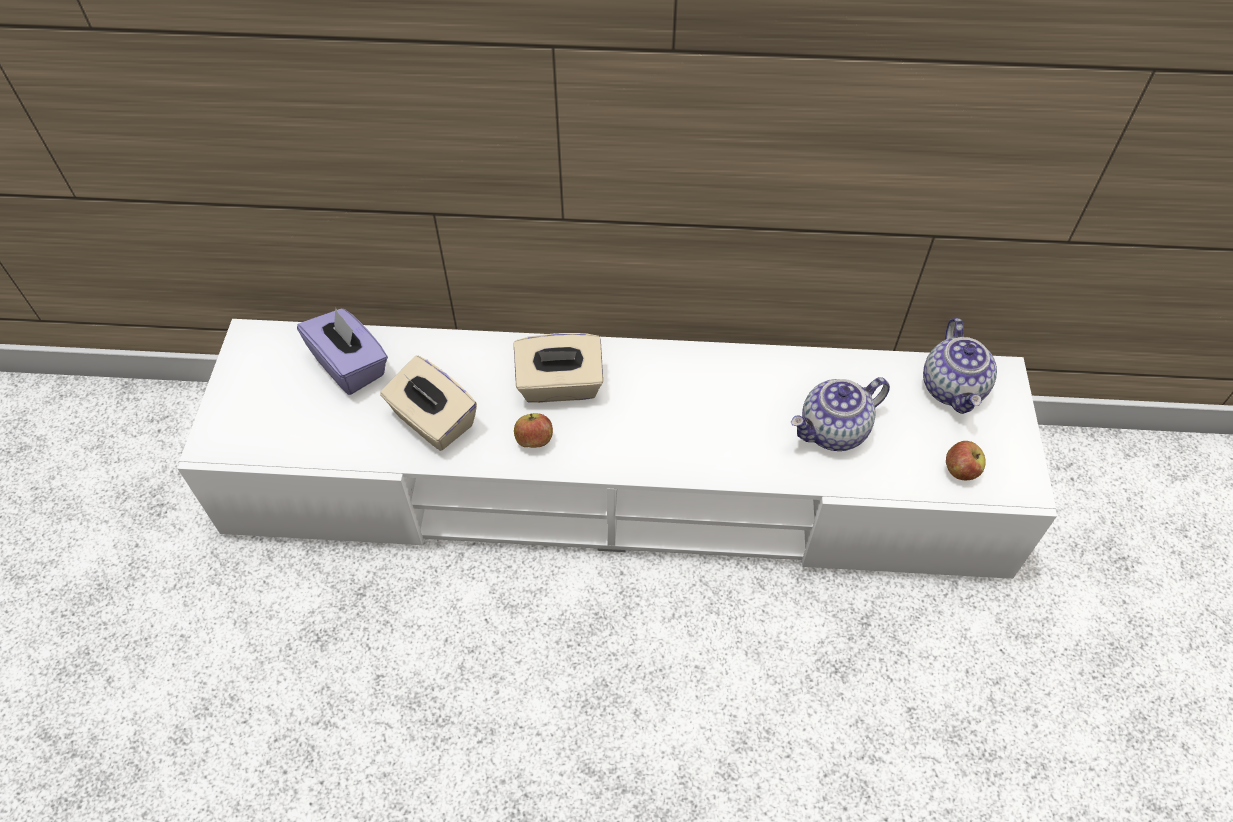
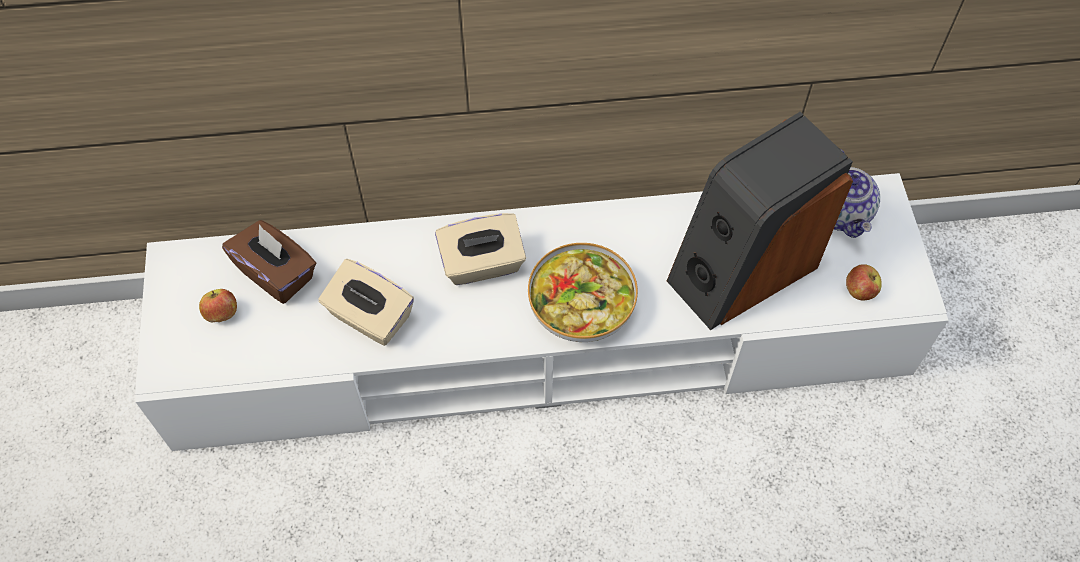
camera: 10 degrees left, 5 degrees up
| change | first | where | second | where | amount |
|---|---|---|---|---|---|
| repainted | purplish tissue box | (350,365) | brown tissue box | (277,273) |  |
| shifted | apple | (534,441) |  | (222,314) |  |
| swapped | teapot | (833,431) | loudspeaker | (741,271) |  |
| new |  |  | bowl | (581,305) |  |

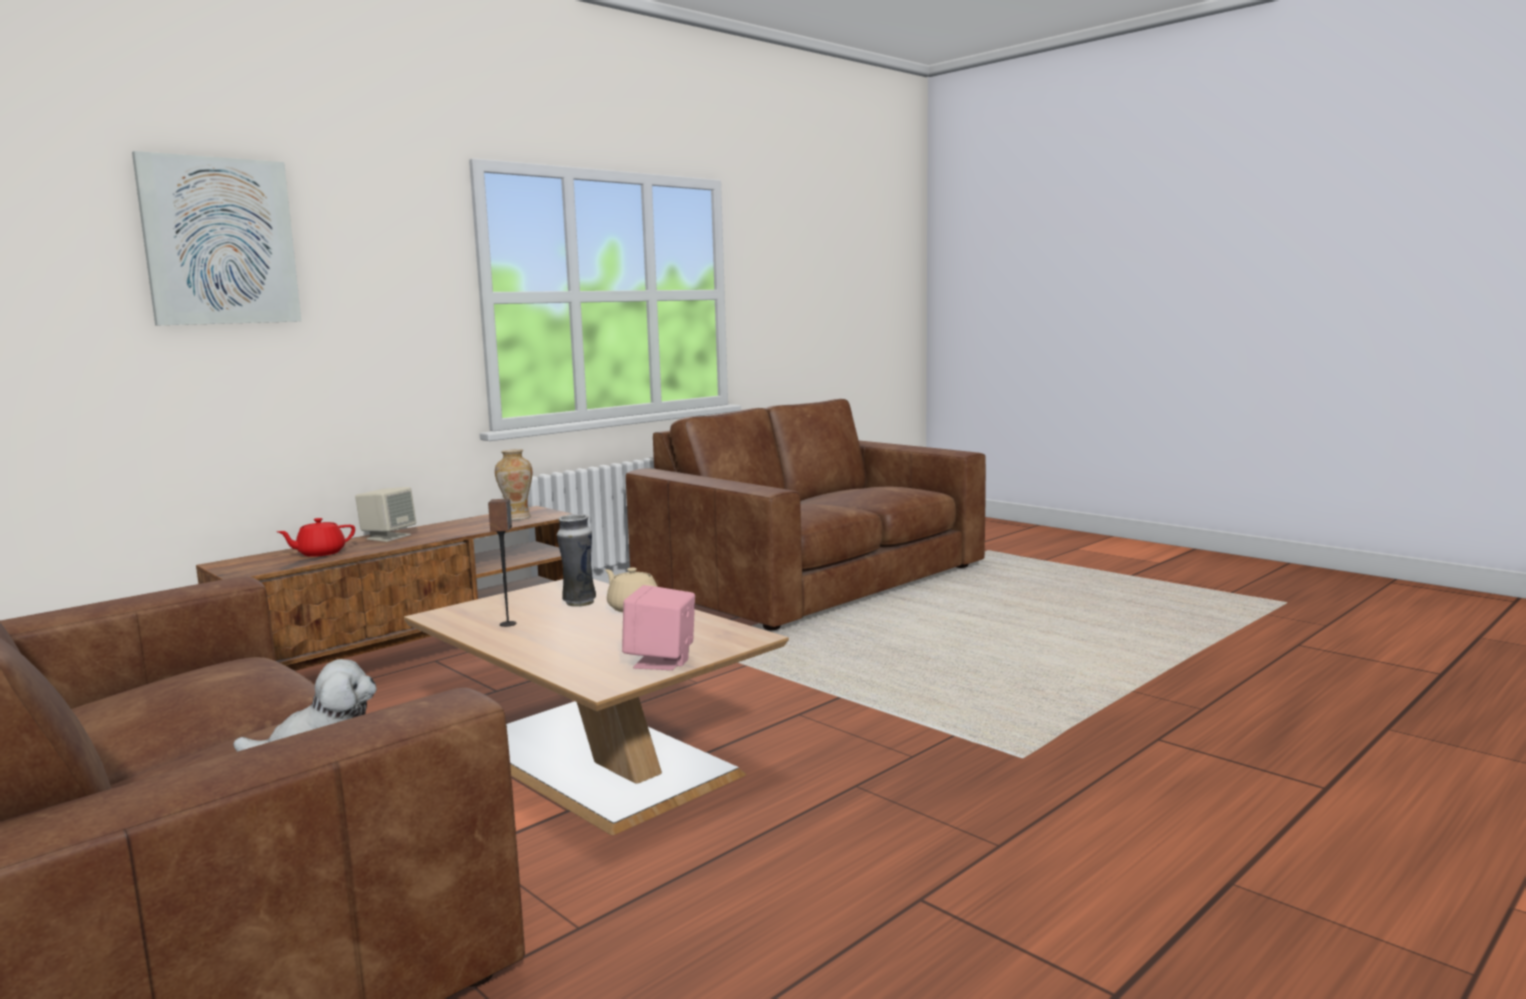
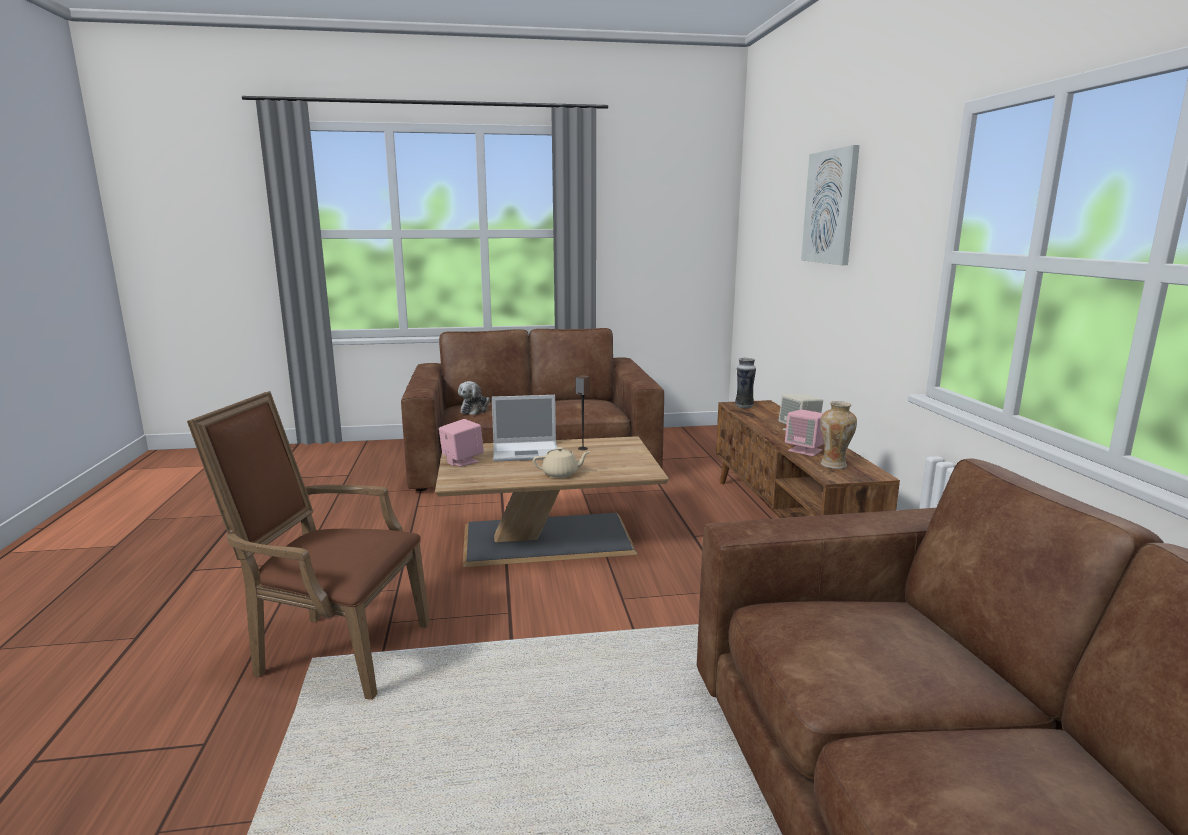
camera: 125 degrees right, 5 degrees up
| change | first | where | second | where | amount |
|---|---|---|---|---|---|
| gone | red teapot | (320,553) |  |  |  |
| shifted | vase | (578,603) |  | (744,406) |  |
| new |  |  | brown easy chair | (333,650) |  |
| new |  |  | laptop | (527,451) |  |
| new |  |  | pink loudspeaker | (805,450) |  |

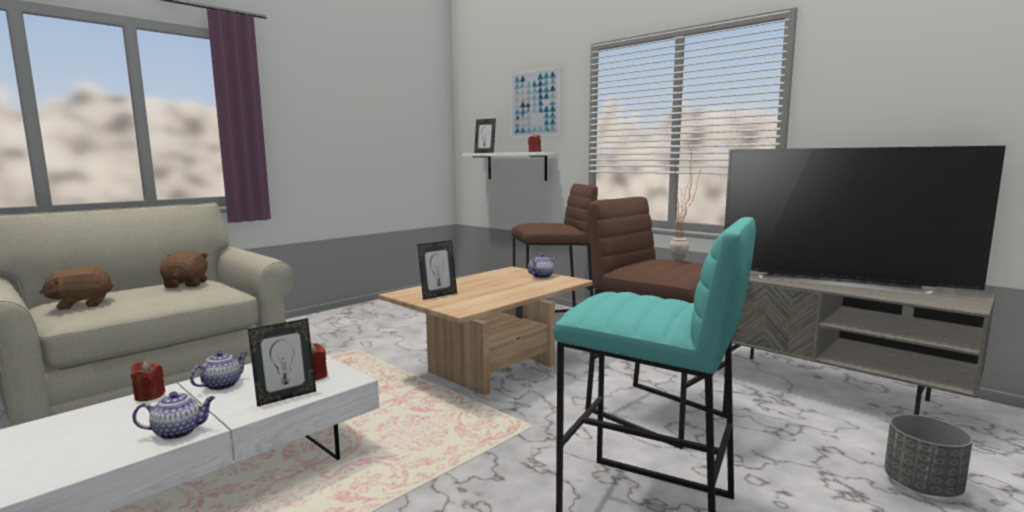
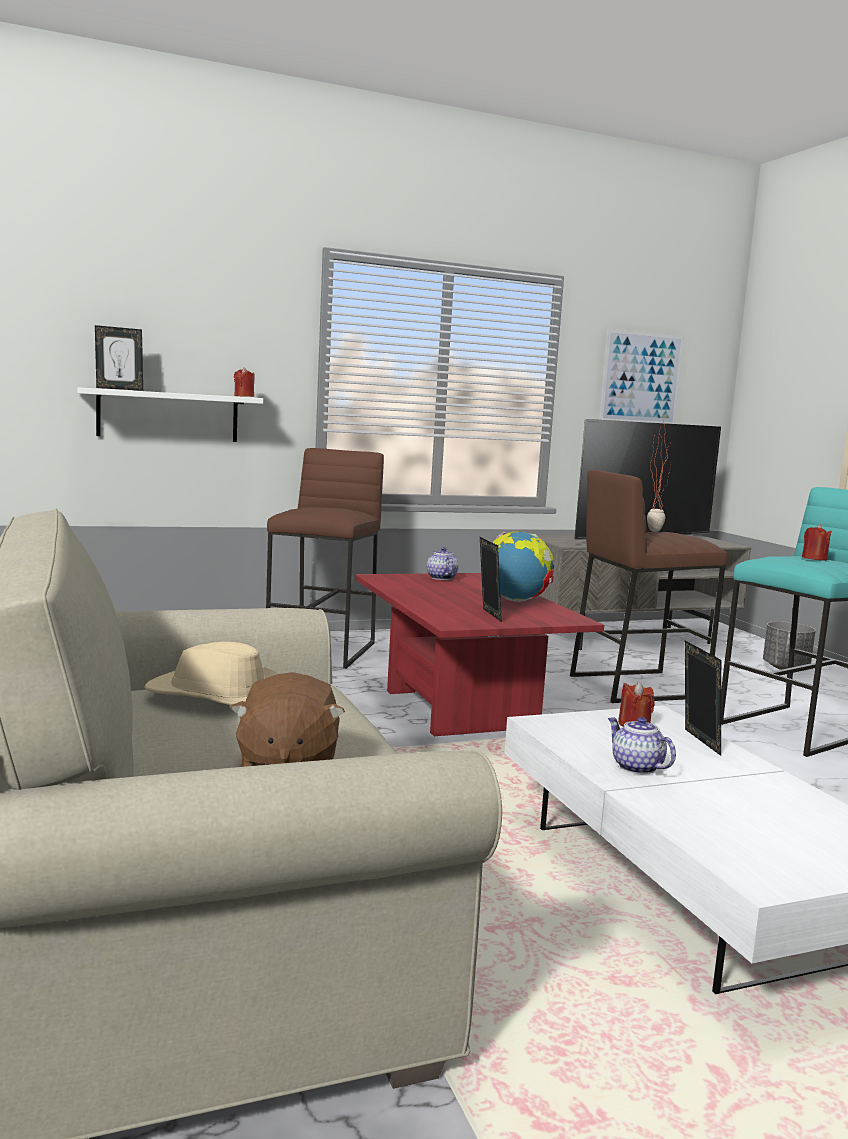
camera: 65 degrees left, 0 degrees up
| change | first | where | second | where | amount |
|---|---|---|---|---|---|
| shifted | red candle | (149,396) |  | (814,558) |  |
| gone | teapot | (179,432) |  |  |  |
| swapped | brown plush toy | (187,284) | beige wearable hat | (217,695) |  |
| repainted | beige lounge table | (492,368) | red lounge table | (460,708) |  |
| shifted | wall picture | (535,103) |  | (641,378) |  |
| new |  |  | world globe | (516,600) |  |

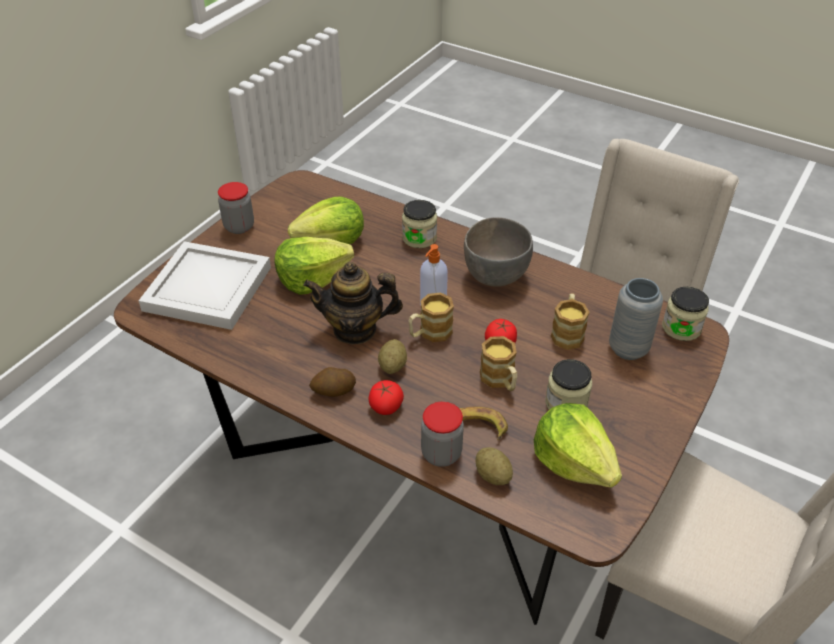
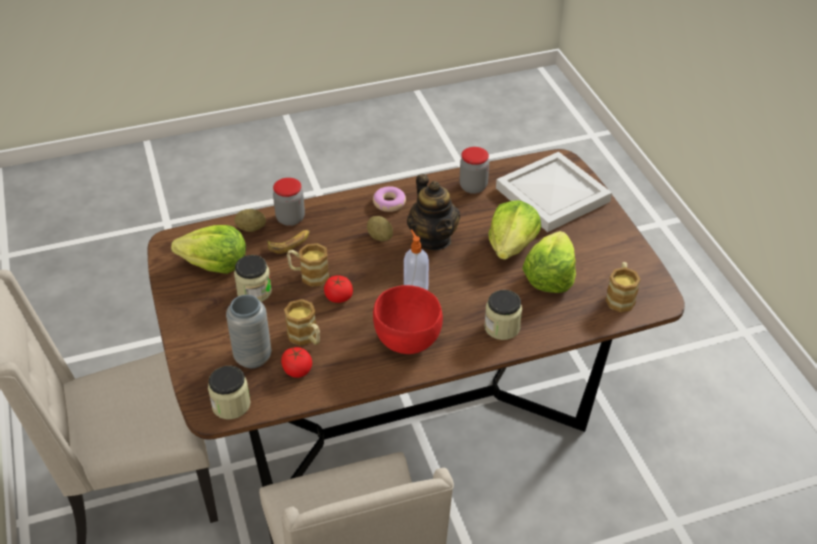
camera: 130 degrees right, 0 degrees up
| change | first | where | second | where | amount |
|---|---|---|---|---|---|
| shifted | storage jar | (239,227) |  | (473,187) |  |
| rotated | teapot | (355,329) |  | (433,238) | 120 degrees clockwise |
| swapped | whole potato | (333,391) | donut | (389,203) |  |
| shifted | fresh tomato | (386,406) |  | (297,370) |  |
| shifted | coffee mug | (430,333) |  | (620,296) |  |
| repainted | grey bowl | (495,275) | red bowl | (408,342) |  |

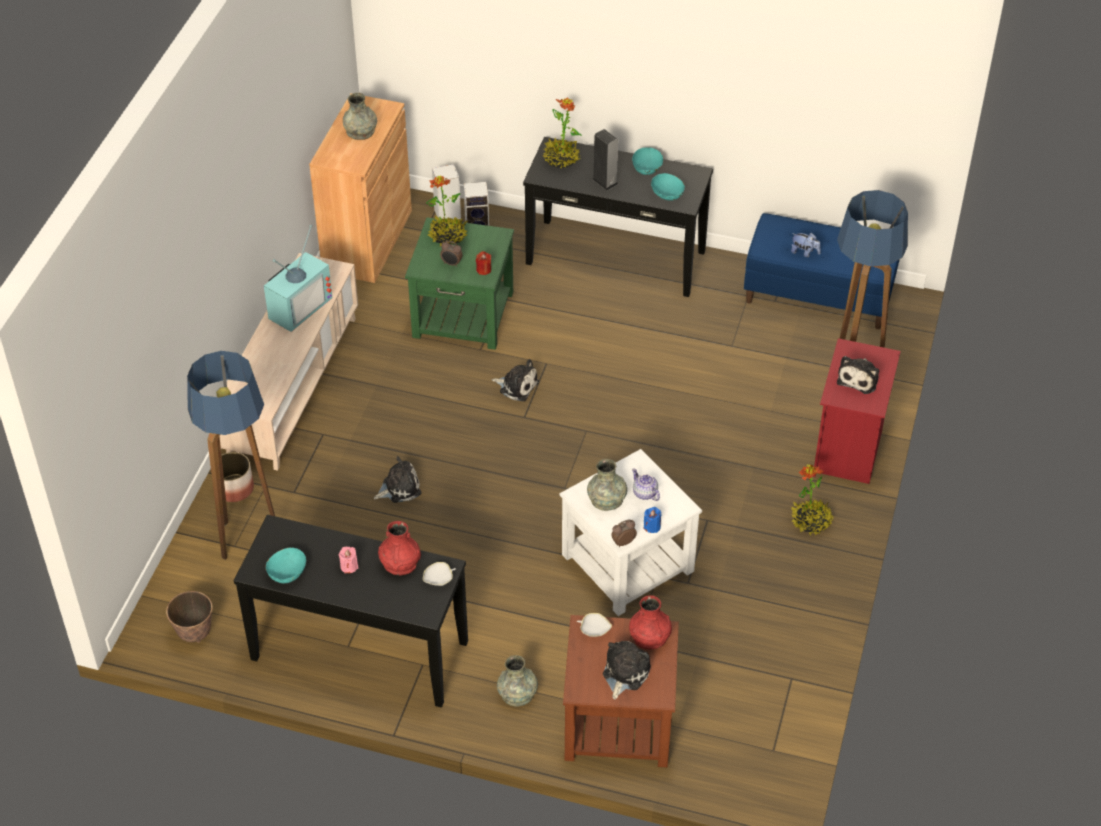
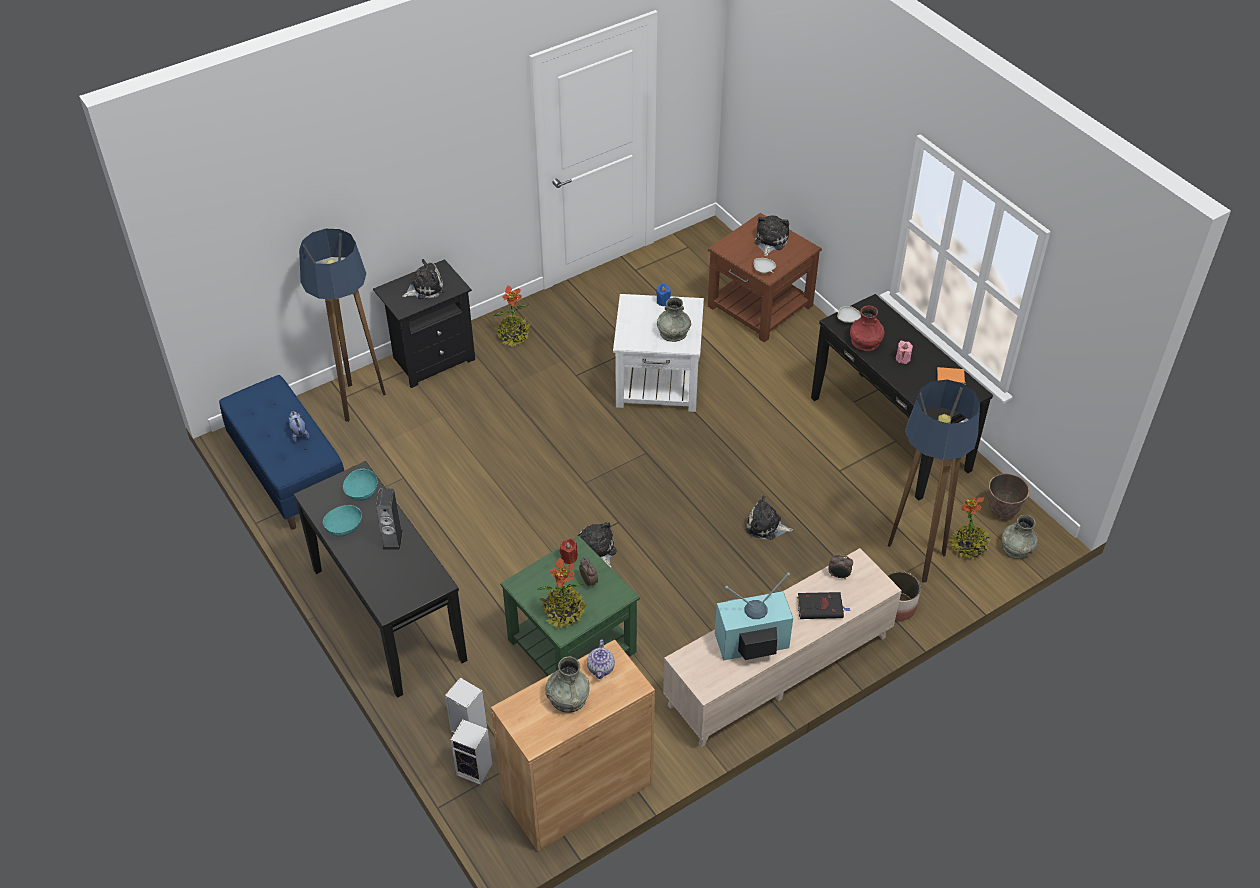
camera: 140 degrees left, 0 degrees up
| change | first | where | second | where | amount |
|---|---|---|---|---|---|
| swapped | turquoise bowl | (287,573) | orange-coloured volume | (950,378) |  |
| shifted | grey vase | (517,693) |  | (1016,548) |  |
| shifted | plant in a pot | (561,160) |  | (968,546) |  |
| rotated | plush toy | (624,673) |  | (770,241) | 135 degrees clockwise |
| shifted | table clock | (623,542) |  | (838,576) |  |
| gone | red vase | (650,637) |  |  |  |
| shifted | teapot | (644,493) |  | (601,668) |  |
| repainted | red nightstand | (848,452) | black-coloured nightstand | (432,359) |  |
| new |  |  | black-coloured volume | (821,608) |  |

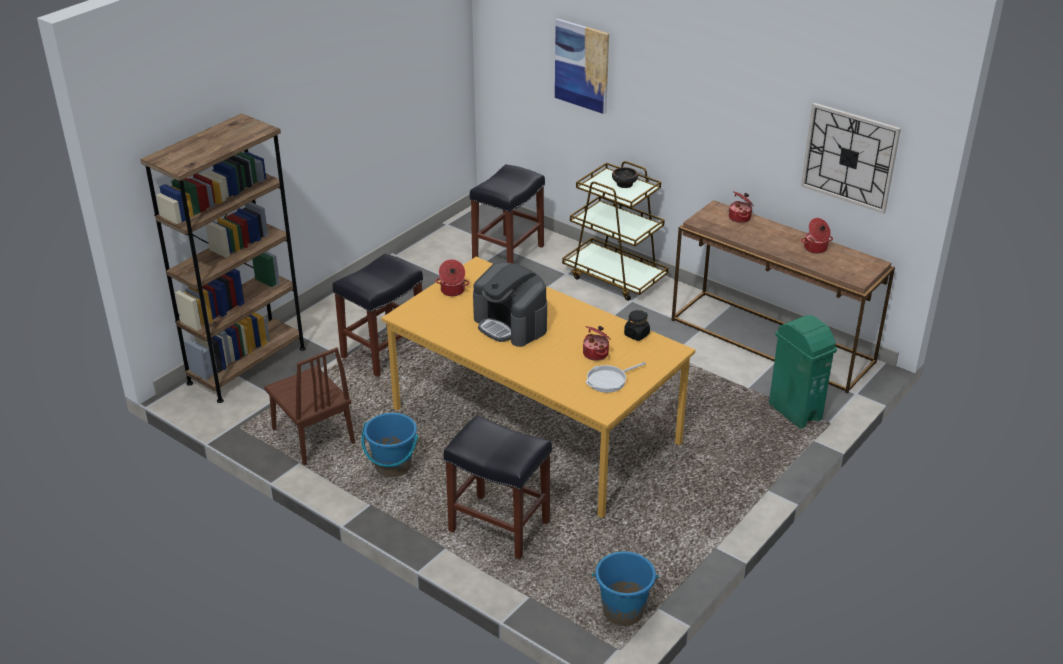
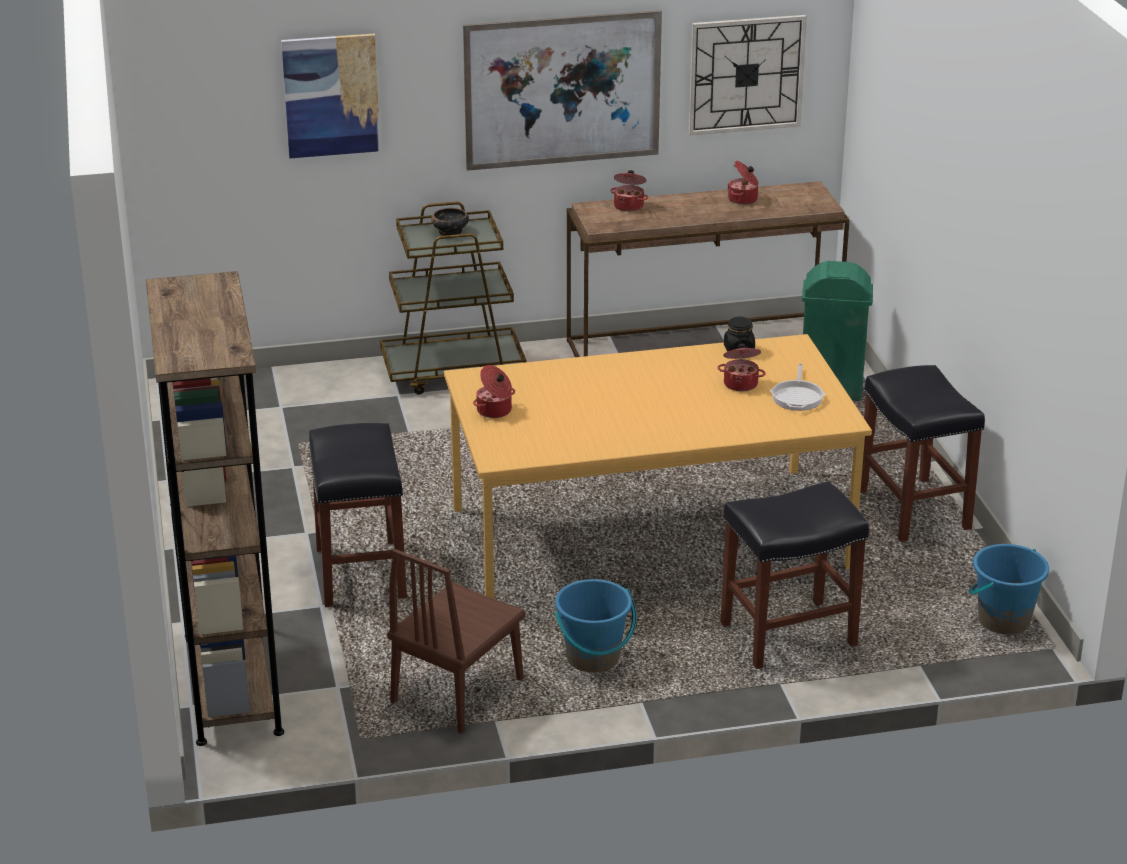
camera: 50 degrees left, 5 degrees down
| change | first | where | second | where | amount |
|---|---|---|---|---|---|
| rotated | brown plain chair | (313,436) |  | (457,691) | 120 degrees clockwise |
| shifted | black-coloured stool | (508,254) |  | (915,511) |  |
| gone | coffee maker | (511,324) |  |  |  |
| new |  |  | wall picture | (562,90) |  |

